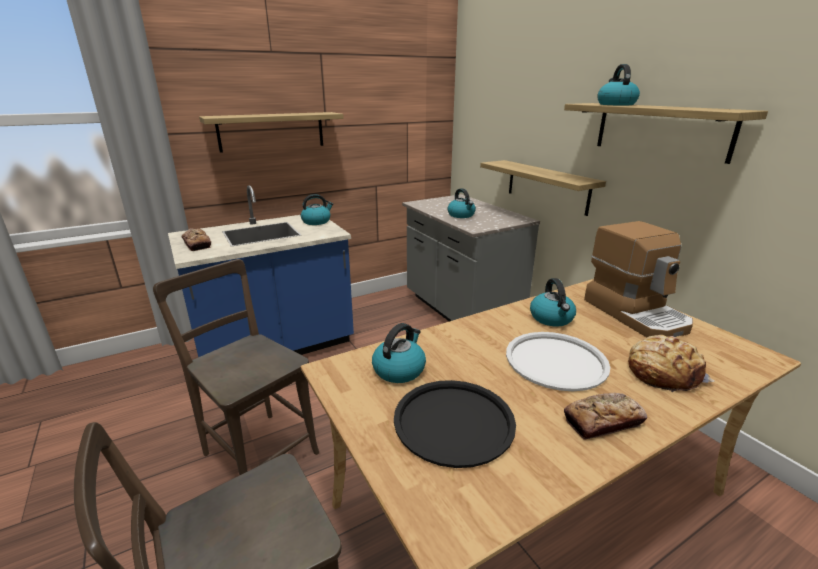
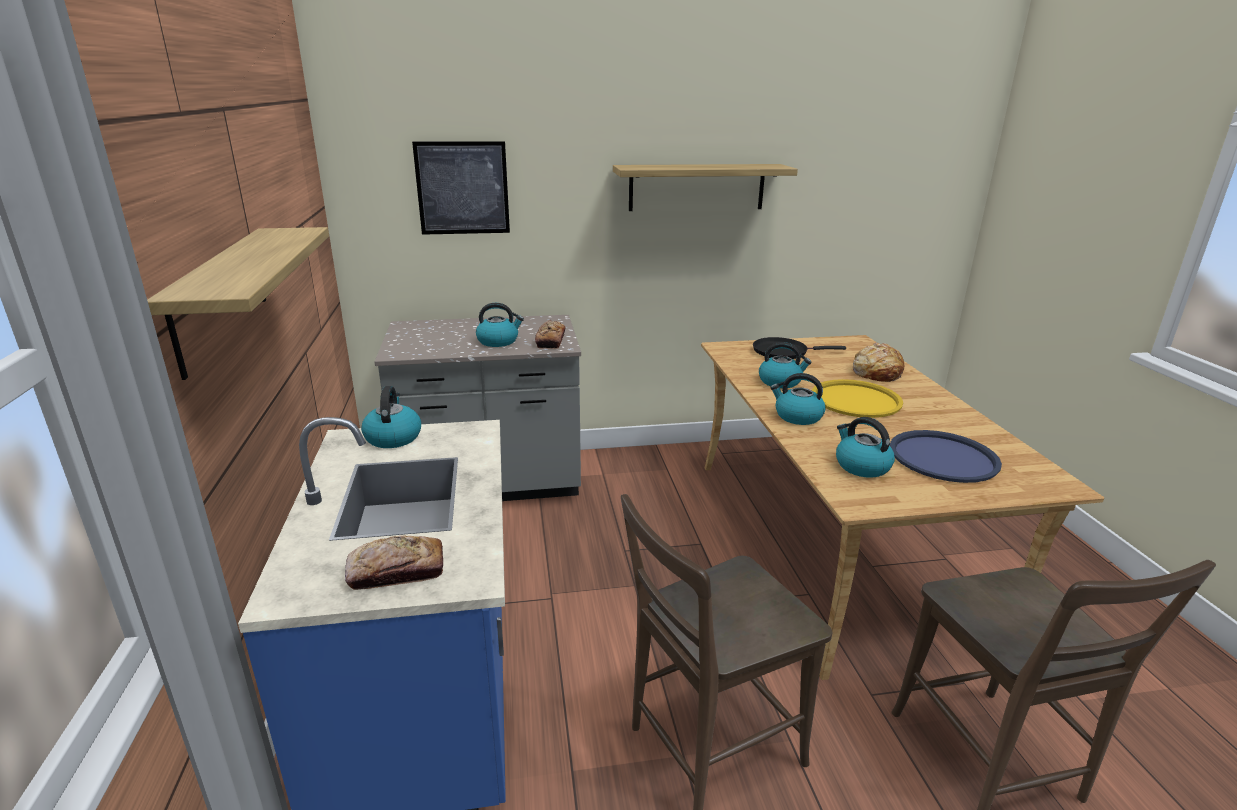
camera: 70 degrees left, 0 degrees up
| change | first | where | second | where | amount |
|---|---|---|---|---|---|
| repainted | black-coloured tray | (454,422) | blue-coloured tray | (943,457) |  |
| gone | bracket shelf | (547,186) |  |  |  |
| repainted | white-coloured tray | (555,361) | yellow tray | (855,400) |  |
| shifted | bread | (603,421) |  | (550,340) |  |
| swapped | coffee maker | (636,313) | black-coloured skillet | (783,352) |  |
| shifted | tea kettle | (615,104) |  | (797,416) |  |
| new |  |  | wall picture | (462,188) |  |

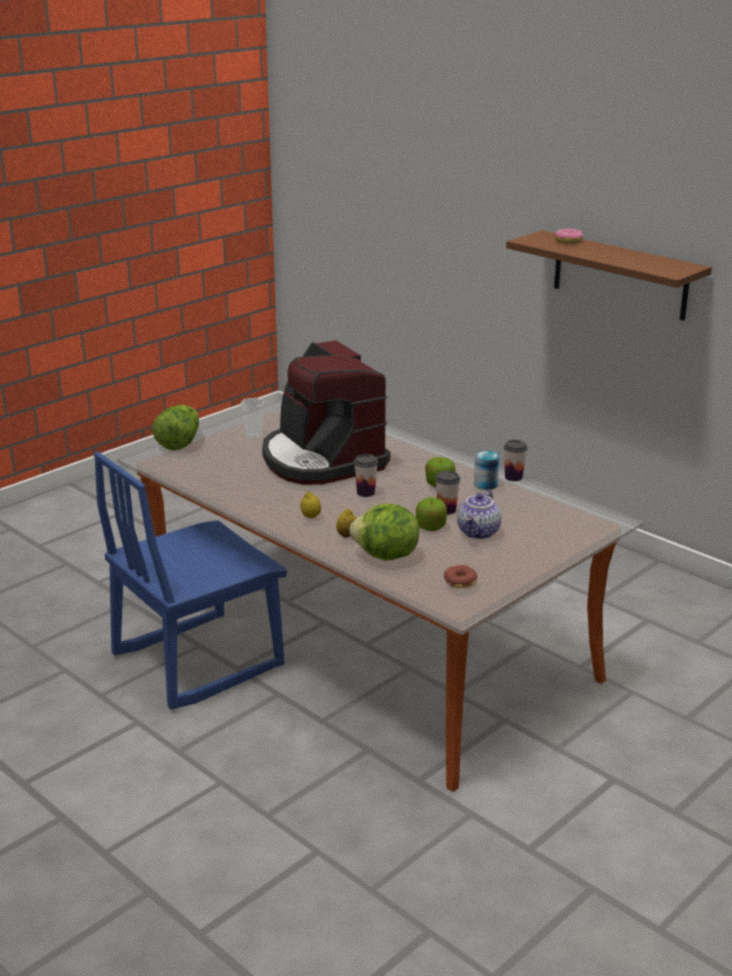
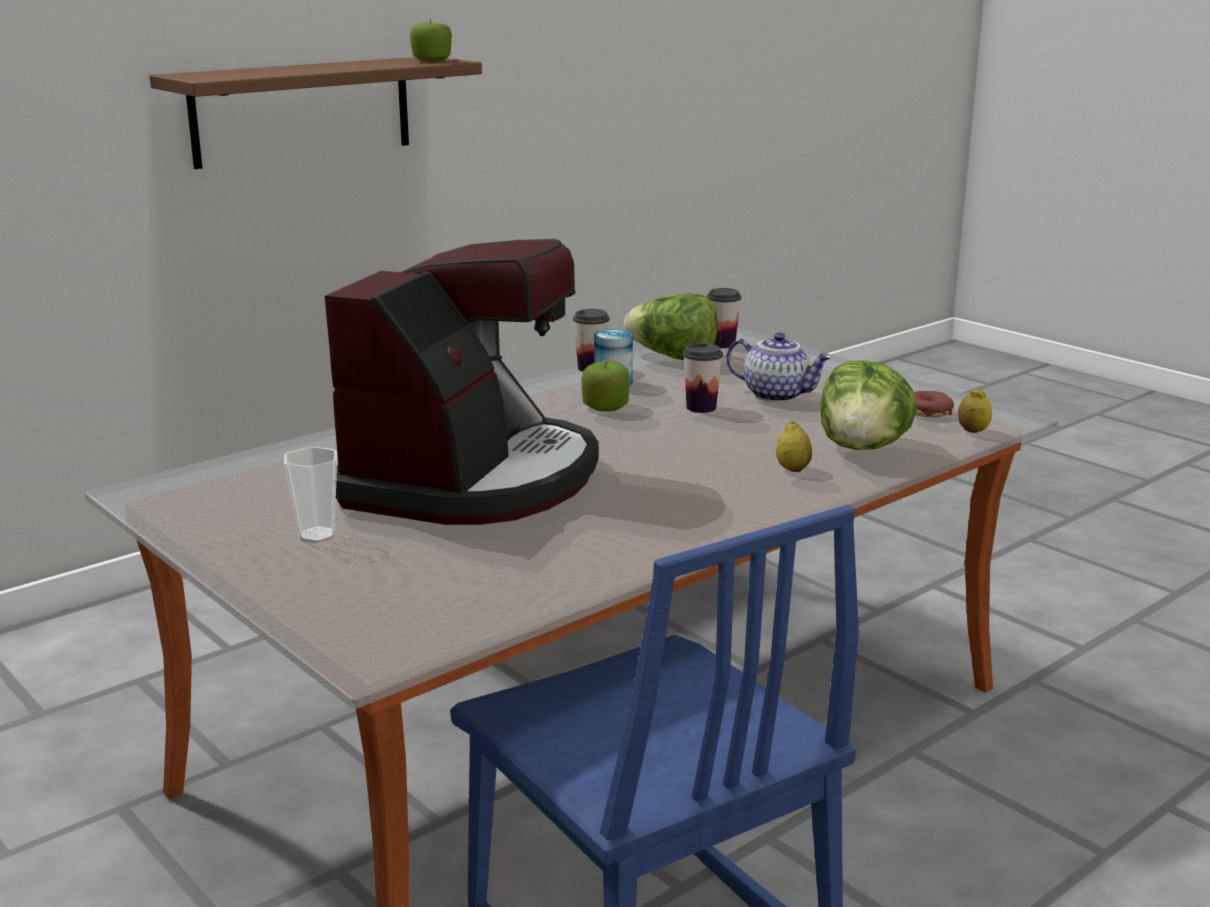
camera: 85 degrees left, 5 degrees down
| change | first | where | second | where | amount |
|---|---|---|---|---|---|
| shifted | lettuce | (179,443) |  | (673,357) |  |
| rotated | coffee maker | (322,459) |  | (472,479) | 45 degrees counterclockwise |
| shifted | whole lemon | (311,516) |  | (973,431) |  |
| shifted | small cup | (365,492) |  | (722,344) |  |
| shifted | apple | (430,527) |  | (432,60) |  |
| gone | donut | (568,241) |  |  |  |

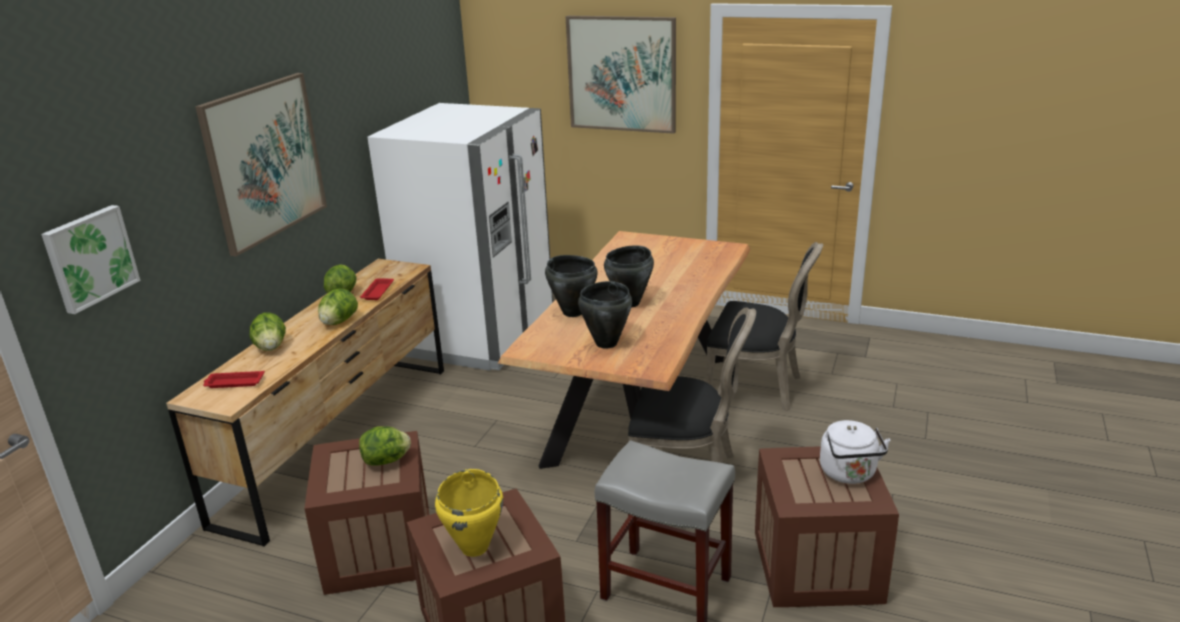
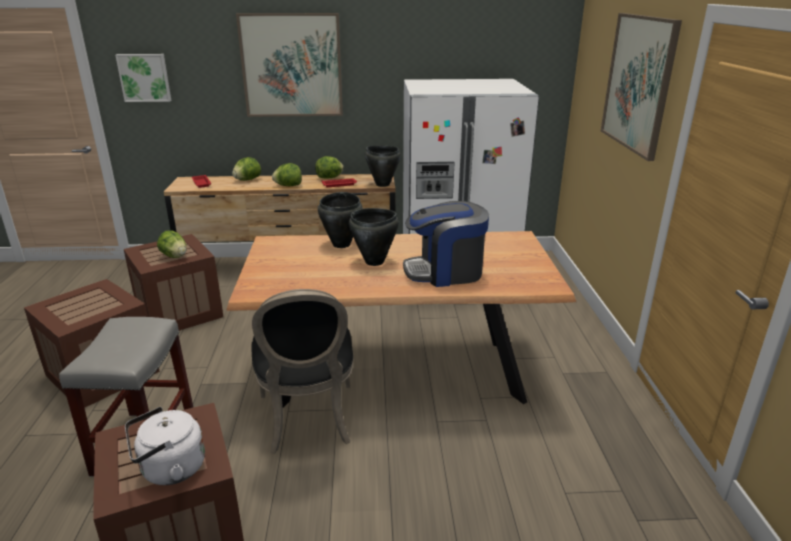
camera: 65 degrees right, 0 degrees up
| change | first | where | second | where | amount |
|---|---|---|---|---|---|
| gone | yellow cooking pot | (475,547) |  |  |  |
| shifted | black-coloured cooking pot | (606,343) |  | (382,184) |  |
| gone | black-coloured plain chair | (757,388) |  |  |  |
| new |  |  | coffee maker | (445,272) |  |

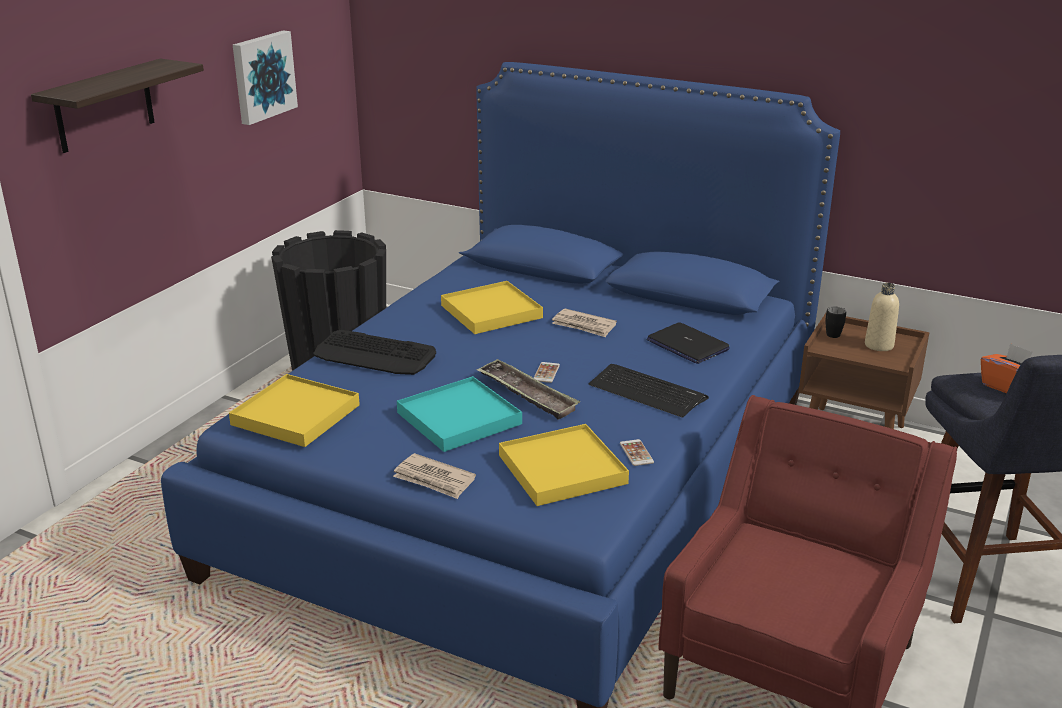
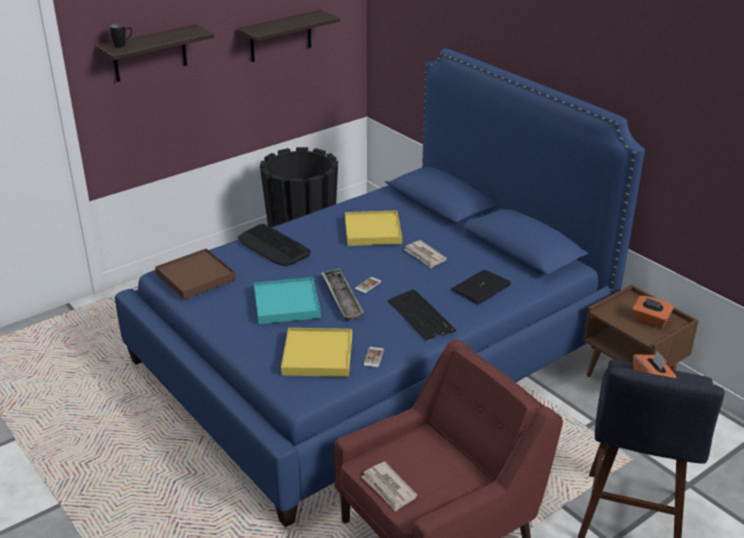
camera: 25 degrees right, 5 degrees up
| change | first | where | second | where | amount |
|---|---|---|---|---|---|
| repainted | yellow tray | (296,415) | brown tray | (196,277) |  |
| swapped | wall picture | (262,76) | bracket shelf | (280,36) |  |
| shifted | printed paper | (434,479) |  | (388,488) |  |
| rotated | laptop | (687,345) |  | (481,288) | 60 degrees clockwise |
| shifted | black-coloured coffee mug | (835,333) |  | (123,45) |  |
| swapped | beige drink bottle | (879,345) | orange-coloured tissue box | (650,321) |  |

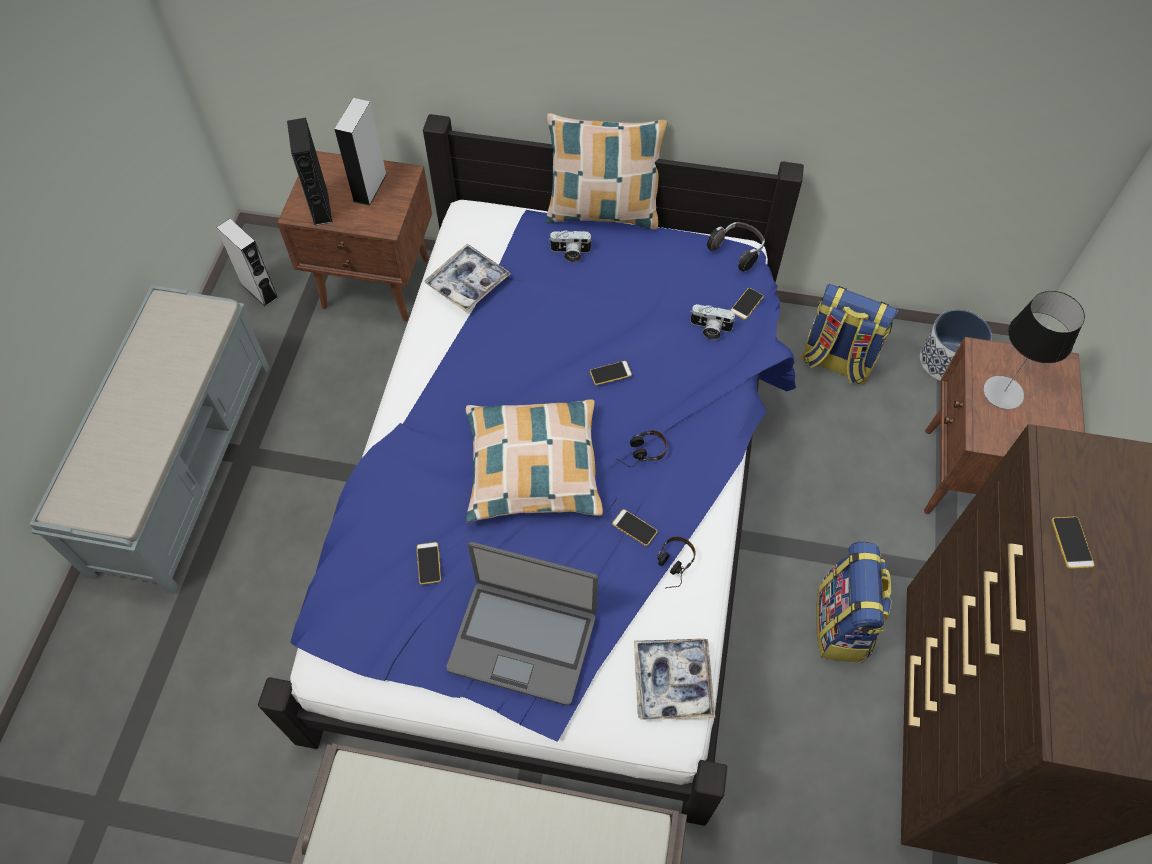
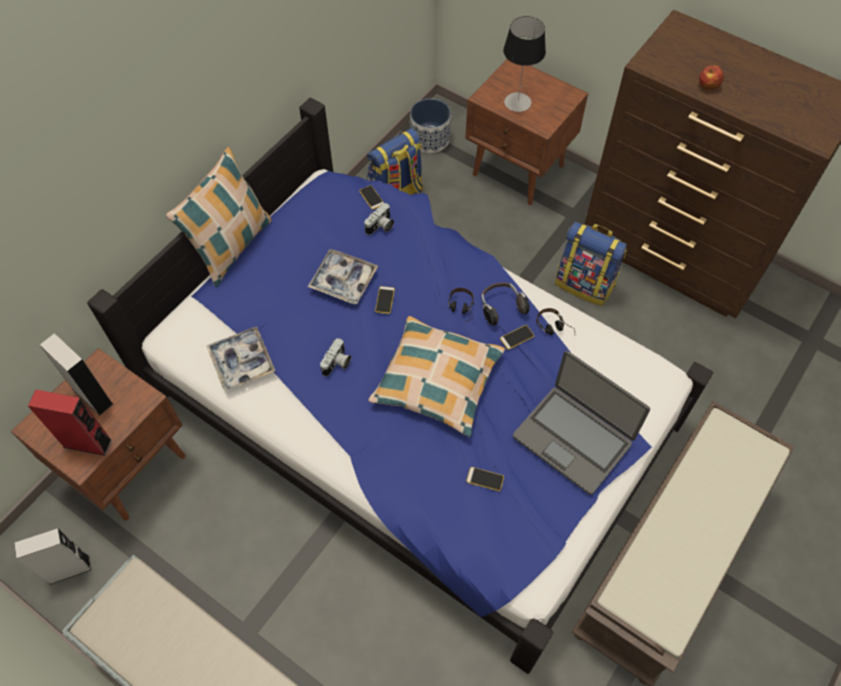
camera: 65 degrees left, 0 degrees up
| change | first | where | second | where | amount |
|---|---|---|---|---|---|
| repainted | black-coloured loudspeaker | (320,207) | red loudspeaker | (87,443) |  |
| rotated | laptop | (523,640) |  | (573,439) | 90 degrees clockwise |
| shifted | photo camera | (570,253) |  | (337,364) |  |
| shifted | tray | (672,681) |  | (343,280) |  |
| shifted | headset | (737,251) |  | (501,307) |  |
| swapped | phone | (1072,542) | apple | (708,86) |  |

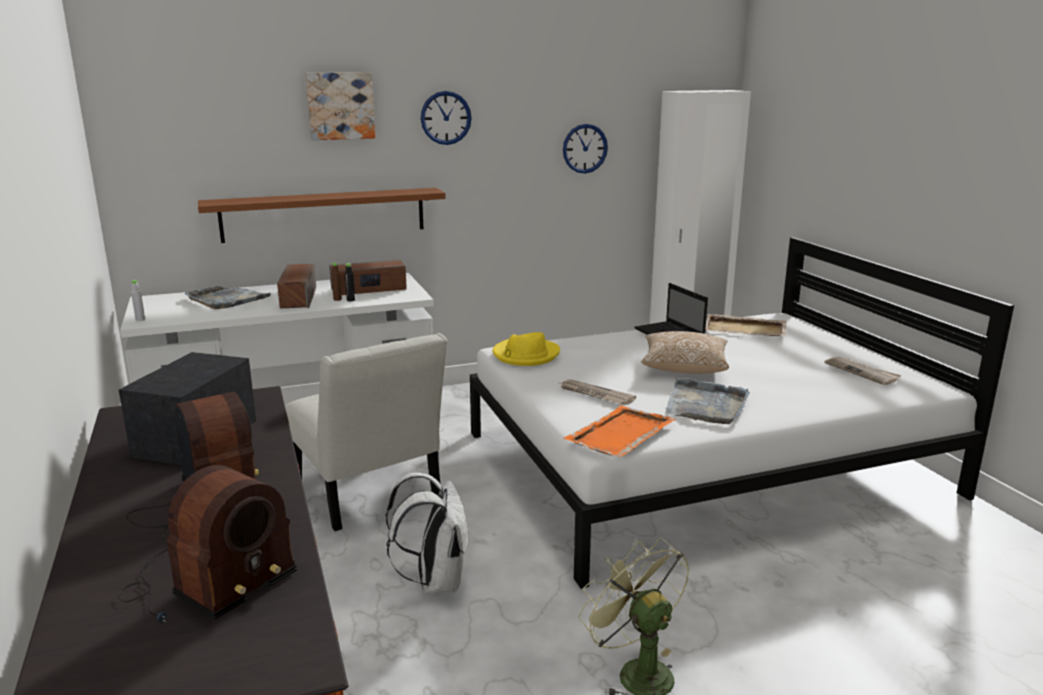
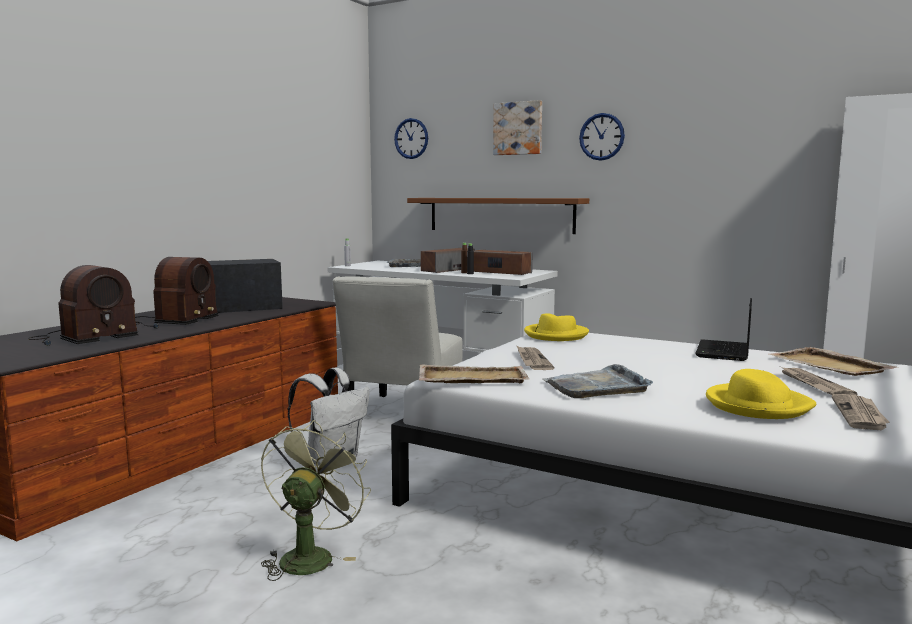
camera: 50 degrees right, 10 degrees down
| change | first | where | second | where | amount |
|---|---|---|---|---|---|
| rotated | radio receiver | (206,584) |  | (82,338) | 45 degrees counterclockwise |
| shifted | clock on the wall | (585,148) |  | (411,138) |  |
| repainted | orange-coloured tray | (619,434) | beige tray | (471,378) |  |
| gone | pillow | (684,367) |  |  |  |
| new |  |  | yellow wearable hat | (757,405) |  |
| new |  |  | printed paper | (813,384) |  |

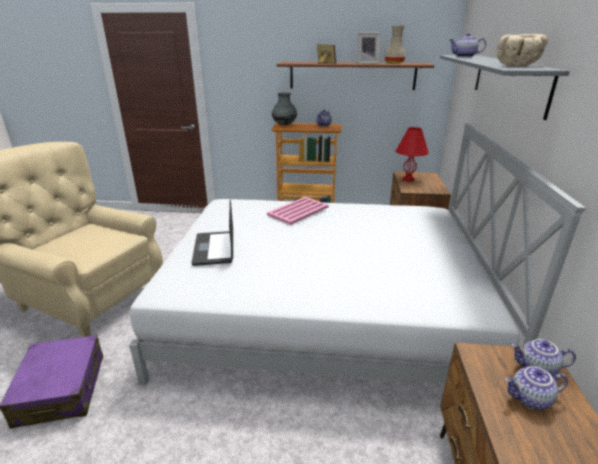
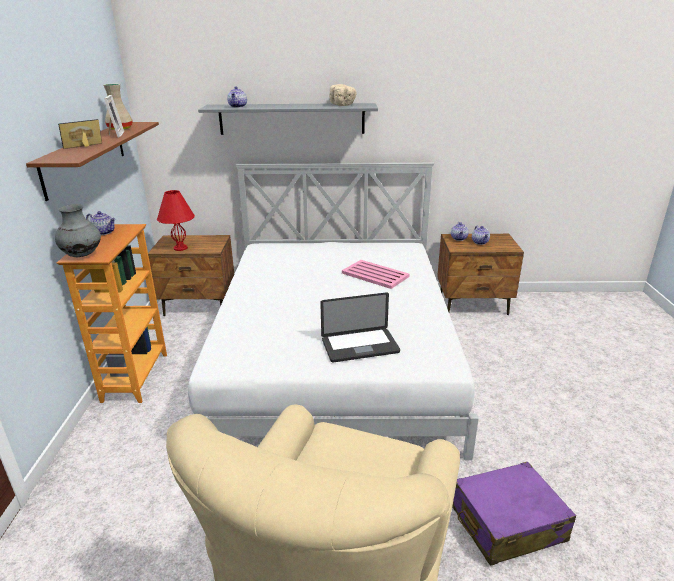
camera: 95 degrees left, 0 degrees up
| change | first | where | second | where | amount |
|---|---|---|---|---|---|
| shifted | pink tray | (297,211) |  | (375,275) |  |

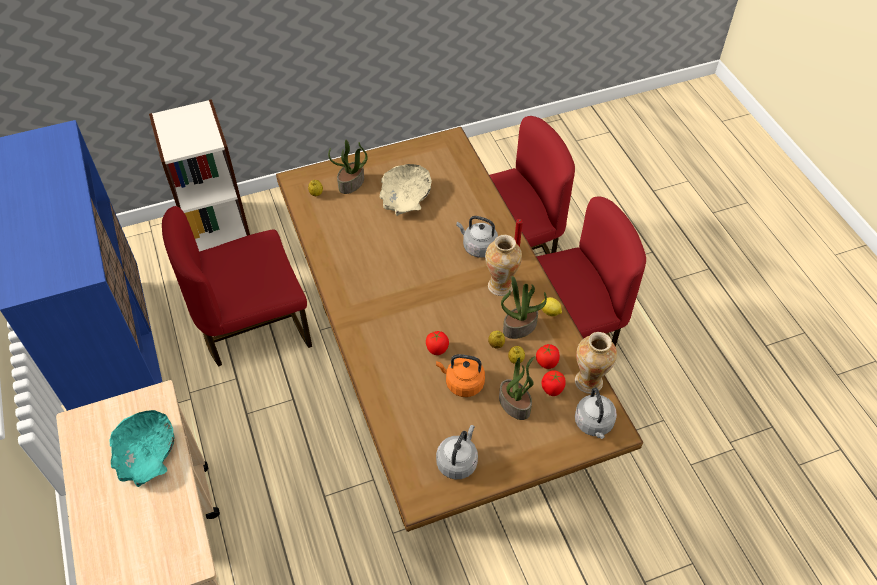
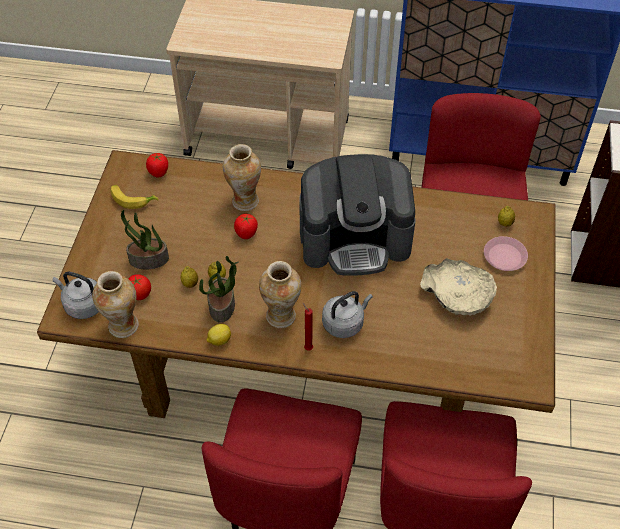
camera: 120 degrees right, 0 degrees up
| change | first | where | second | where | amount |
|---|---|---|---|---|---|
| gone | turquoise bowl | (146,453) |  |  |  |
| swapped | plant in a pot | (351,184) | pink flat dish | (504,257) |  |
| gone | orange-coloured tea kettle | (462,383) |  |  |  |
| swapped | grey tea kettle | (458,461) | banana fruit | (133,199) |  |
| shifted | fresh tomato | (547,362) |  | (158,172) |  |
| new |  |  | vase | (244,201) |  |
| new |  |  | coffee maker | (355,238) |  |

